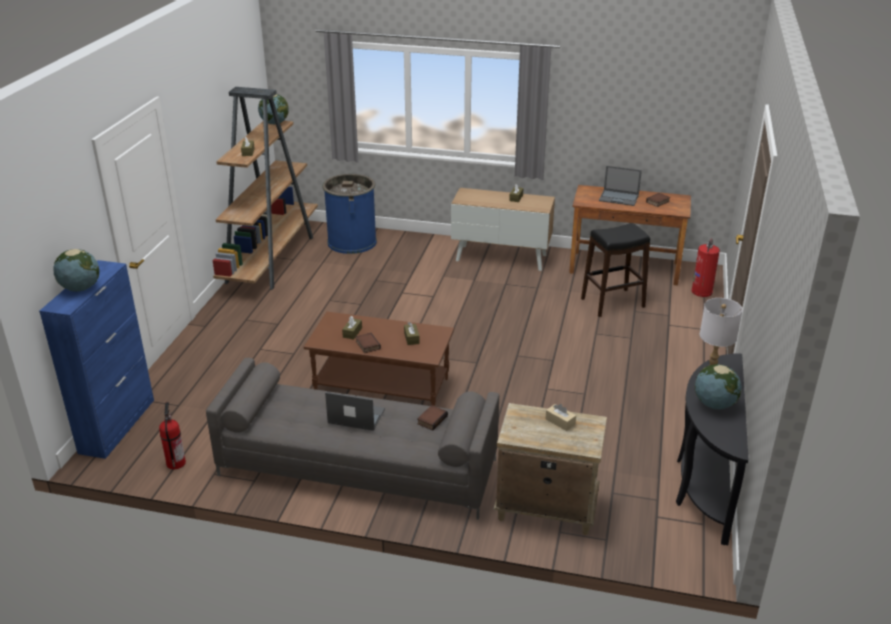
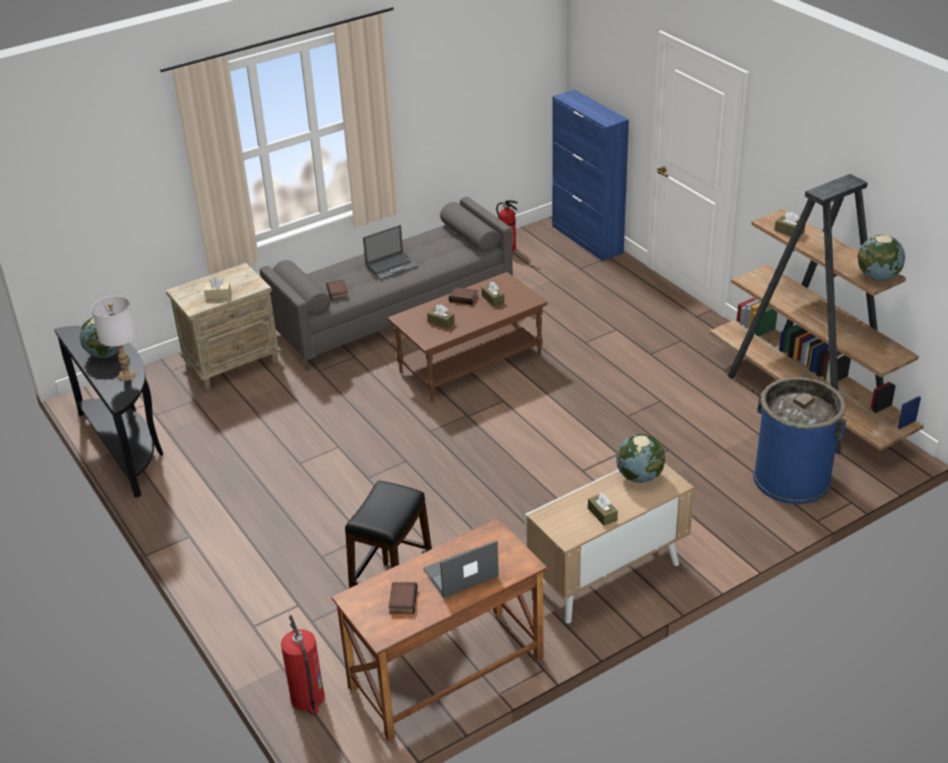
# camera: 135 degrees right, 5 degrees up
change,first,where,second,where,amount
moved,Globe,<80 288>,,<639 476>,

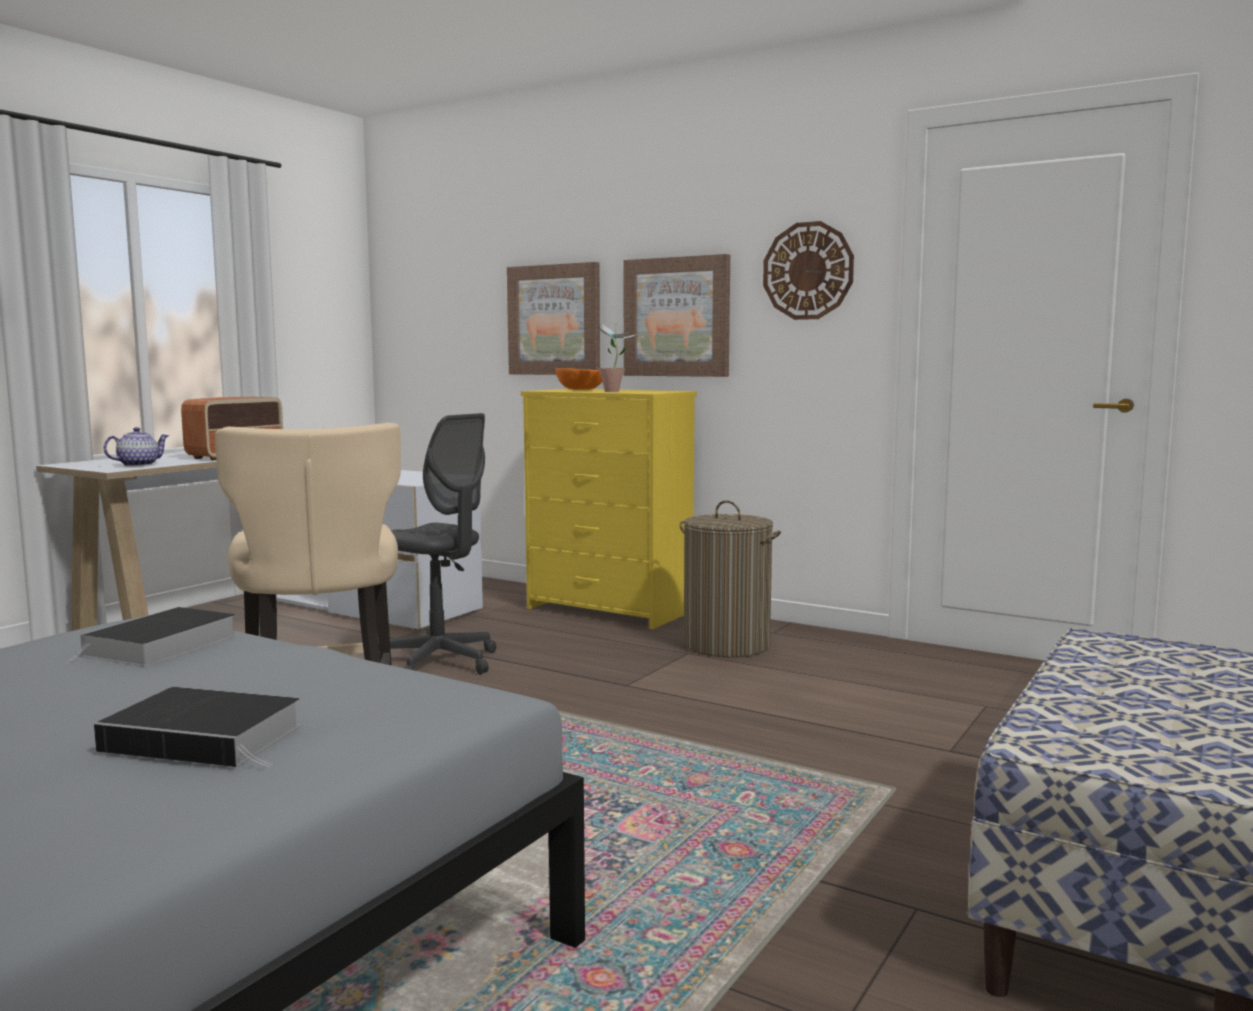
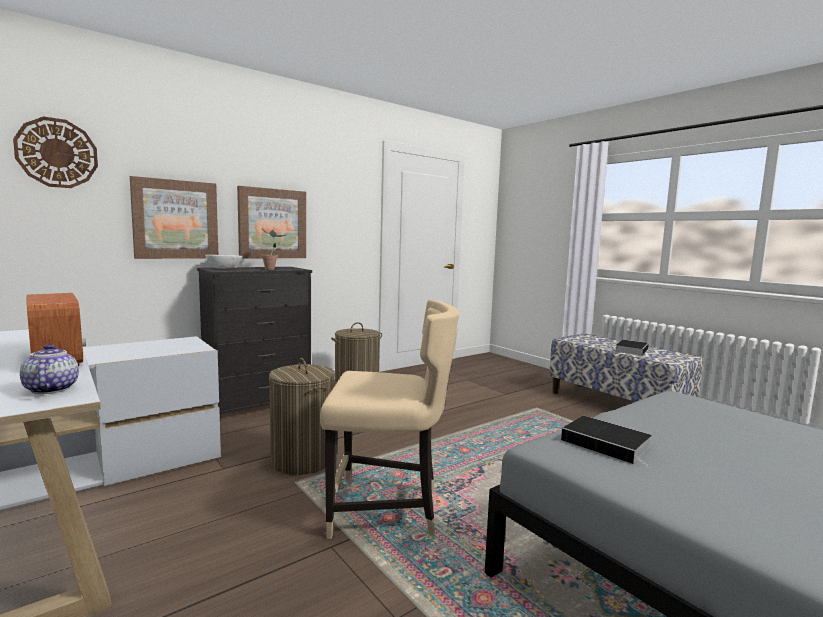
# camera: 70 degrees left, 0 degrees up
change,first,where,second,where,amount
moved,WallClock,<808 271>,,<57 153>,
recoloured,YellowDresser,<610 610>,BlackDresser,<259 403>,
recoloured,OrangeBowl,<581 389>,WhiteBowl,<224 268>,
replaced,GreyOfficeChair,<440 662>,LaundryBasket,<302 460>,
moved,Book,<208 738>,,<631 350>,

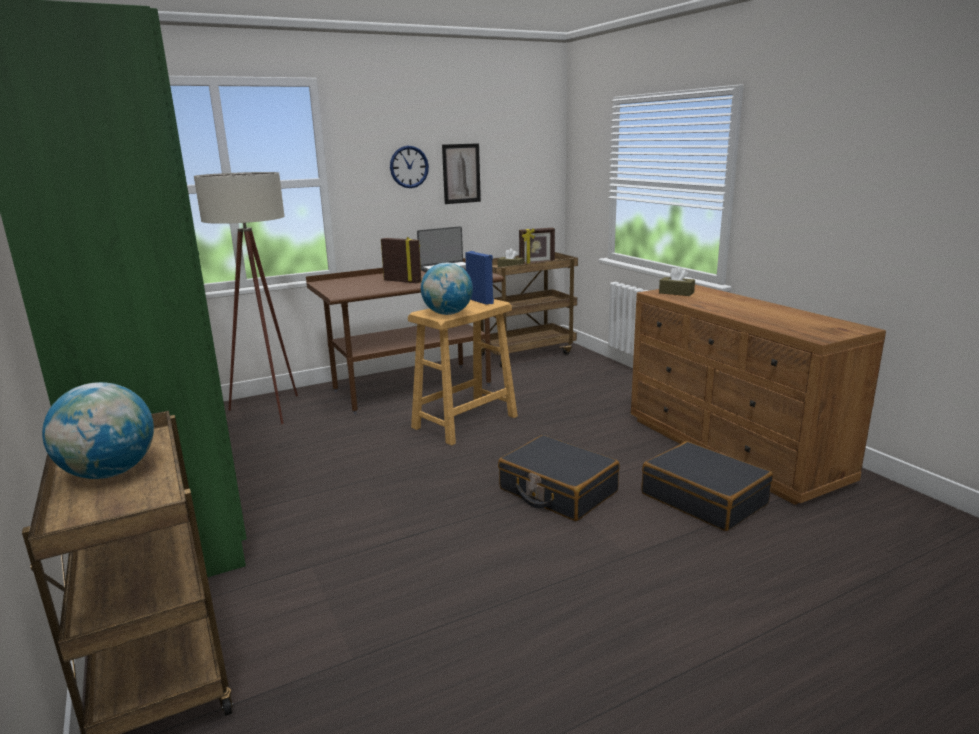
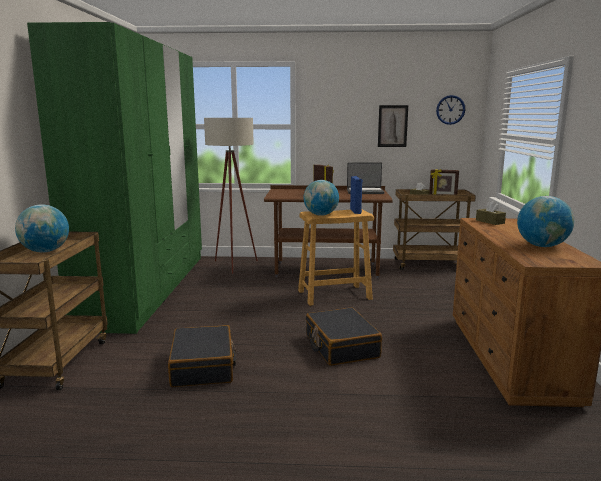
# camera: 30 degrees right, 5 degrees down
change,first,where,second,where,amount
moved,BlackSuitcase,<704 499>,,<203 366>,
moved,WallClock,<409 167>,,<450 110>,
added,,,Globe,<542 246>,

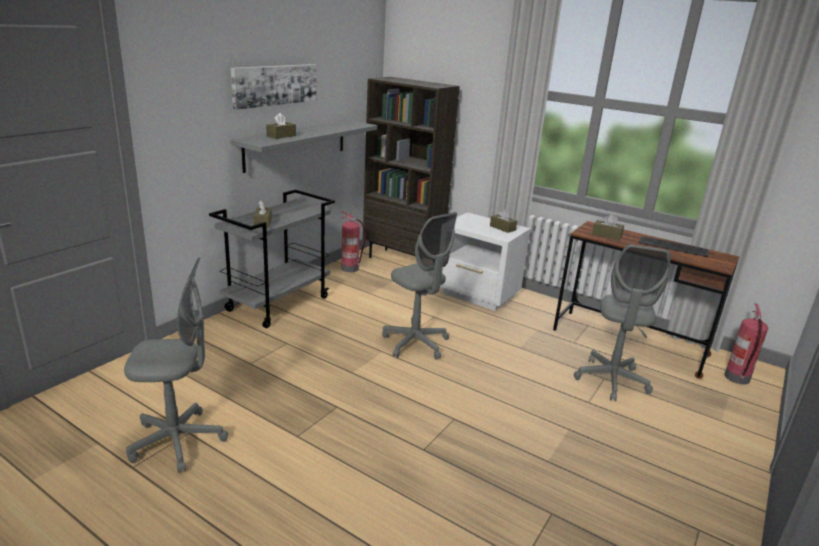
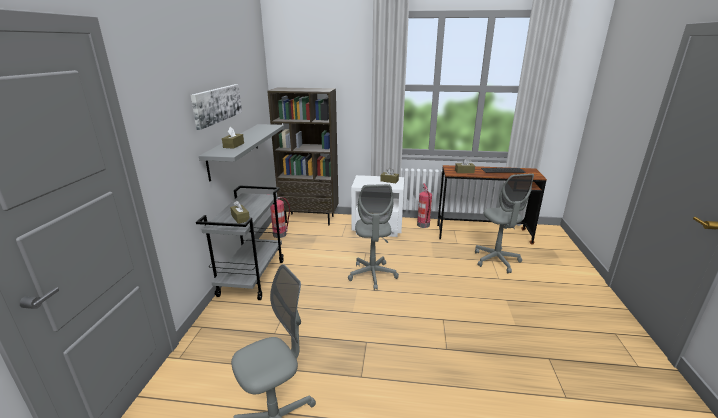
# camera: 25 degrees left, 0 degrees up
change,first,where,second,where,amount
turned,GreyOfficeChair,<415 343>,,<372 275>,60 degrees clockwise
moved,FireExtinguisher,<737 378>,,<423 225>,

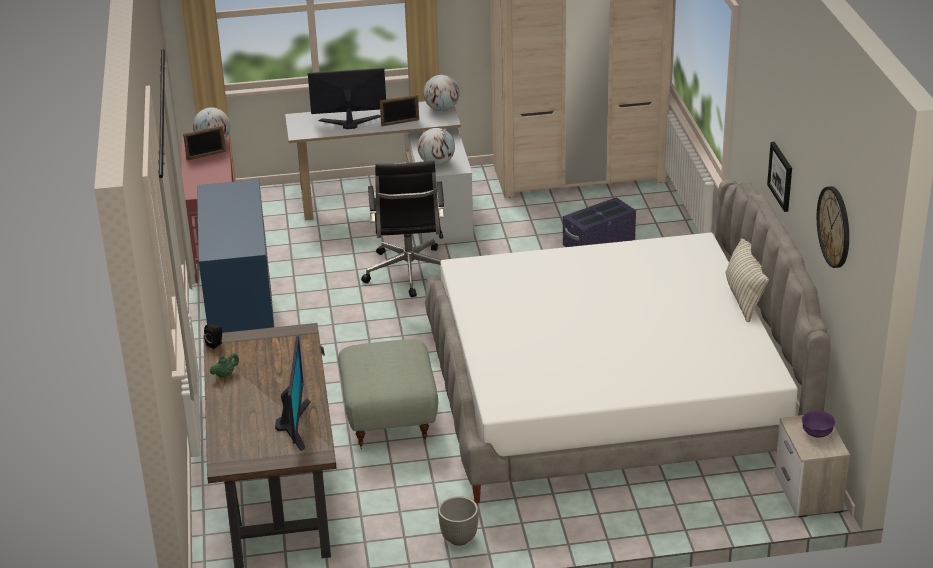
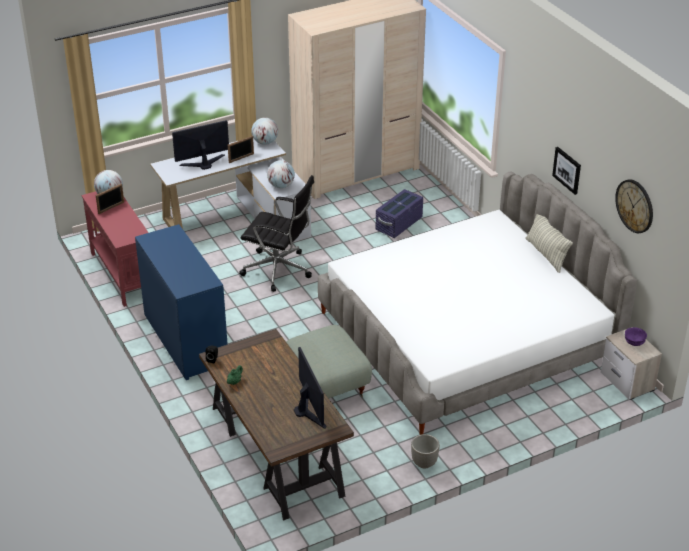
# camera: 20 degrees left, 5 degrees up
change,first,where,second,where,amount
turned,BlackOfficeChair,<409 273>,,<279 270>,45 degrees counterclockwise

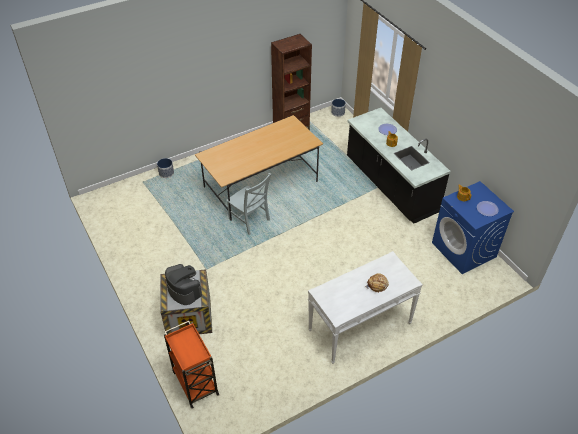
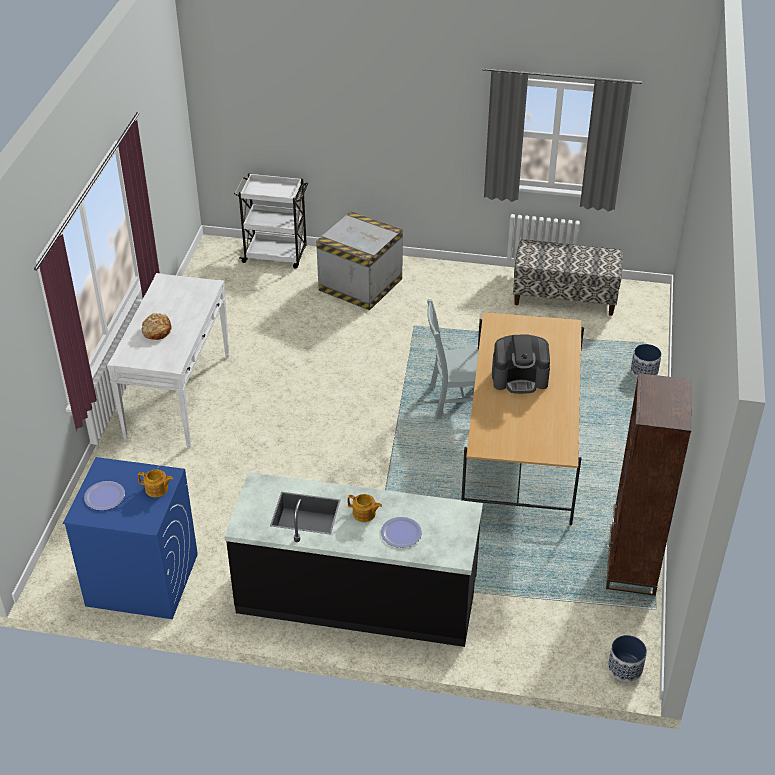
# camera: 130 degrees right, 5 degrees down
change,first,where,second,where,amount
recoloured,OrangeCart,<195 382>,WhiteCart,<276 255>,
moved,CoffeeMachine,<184 290>,,<520 378>,
added,,,Bench,<565 297>,

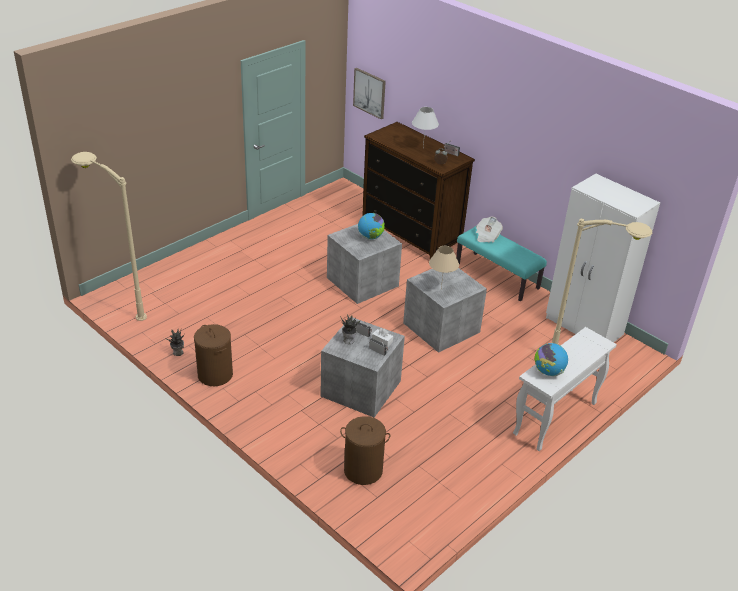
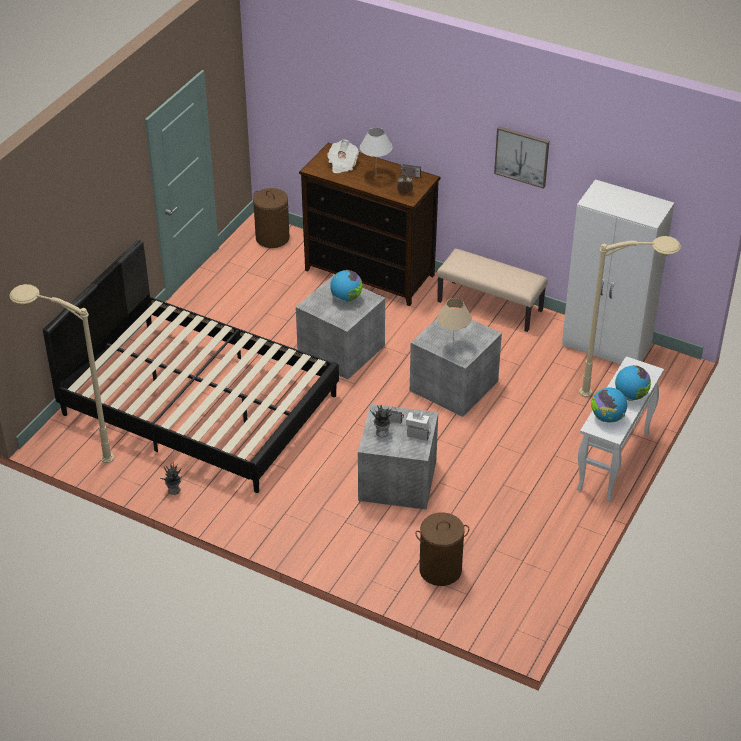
# camera: 15 degrees left, 5 degrees up
change,first,where,second,where,amount
added,,,BlackBed,<199 404>,
moved,BrownLaundryBasket,<215 375>,,<272 238>,
moved,Newspaper,<487 236>,,<342 164>,
recoloured,TurquoiseBench,<497 276>,BeigeBench,<490 306>,
moved,Picture,<369 93>,,<522 156>,
added,,,Globe,<630 396>,

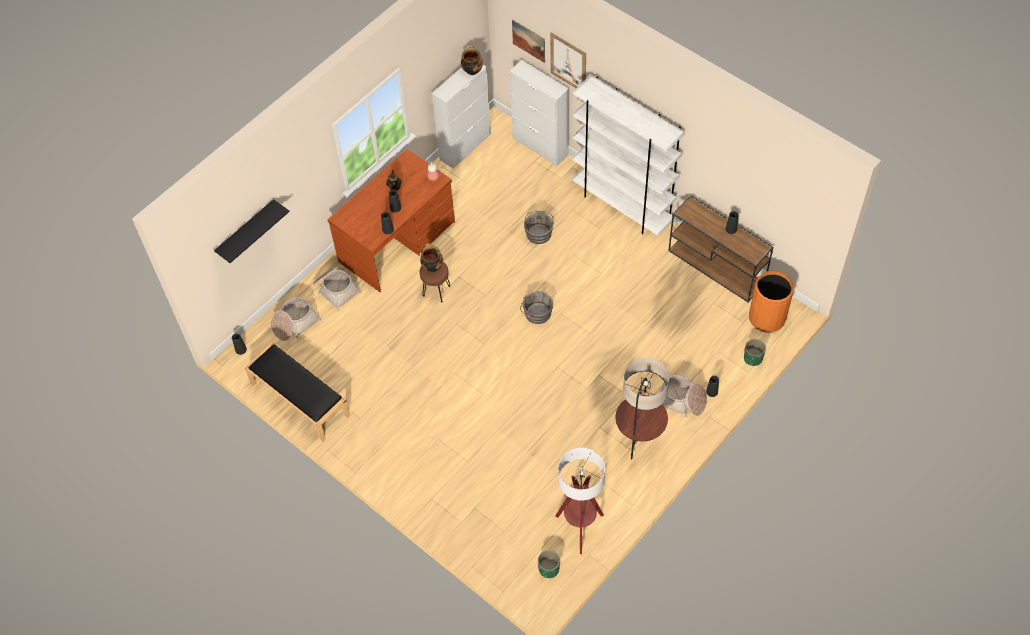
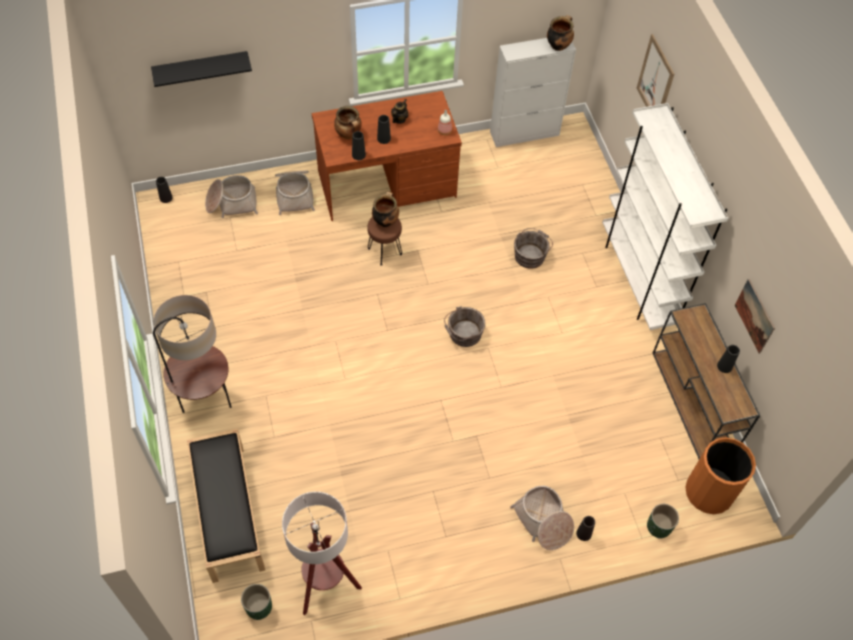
# camera: 30 degrees right, 0 degrees up
change,first,where,second,where,amount
moved,FloorLamp,<639 442>,,<206 401>,
moved,BlackBench,<299 399>,,<227 511>,
added,,,CookingPot,<349 135>,
moved,Picture,<528 41>,,<754 316>,
removed,WhiteCabinet,<540 146>,,,

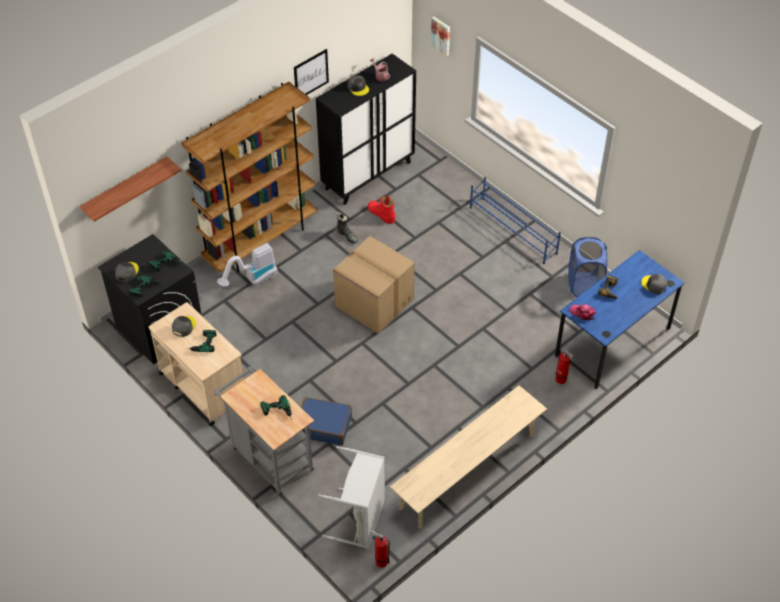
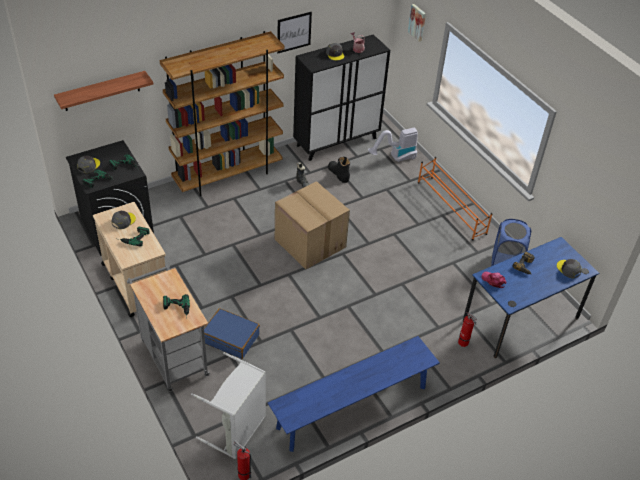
# camera: 10 degrees right, 5 degrees down
change,first,where,second,where,amount
recoloured,BeigeBench,<468 471>,BlueBench,<352 407>,
recoloured,RedBoot,<381 214>,BlackBoot,<338 174>,
moved,VacuumCleaner,<252 280>,,<395 158>,
recoloured,BlueShoeRack,<513 230>,OrangeShoeRack,<451 208>,

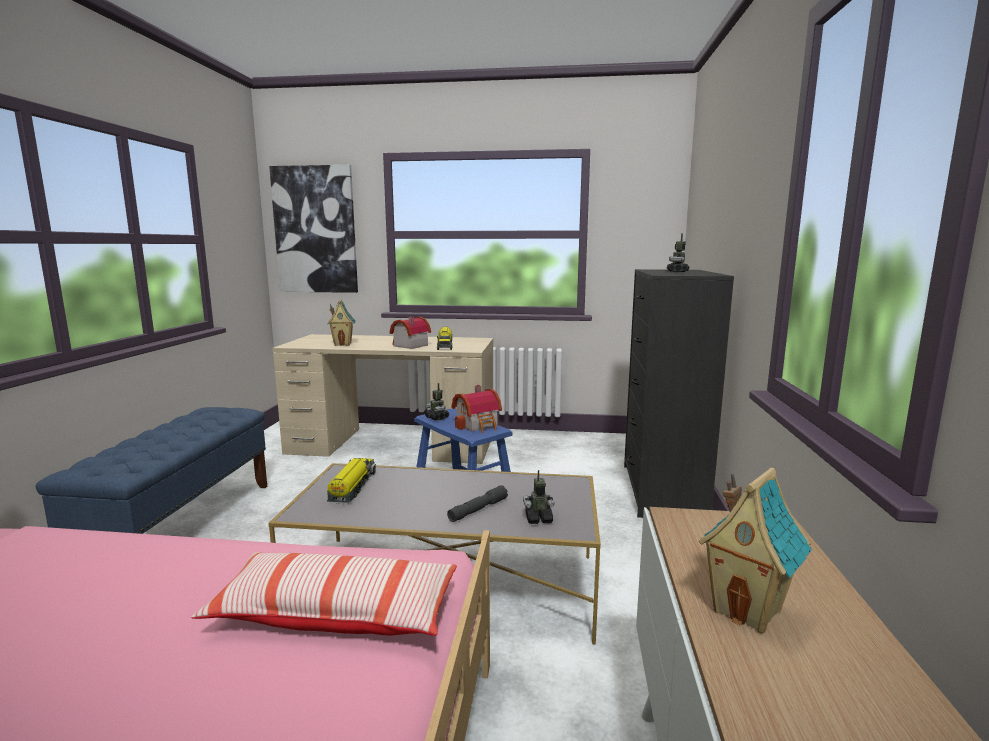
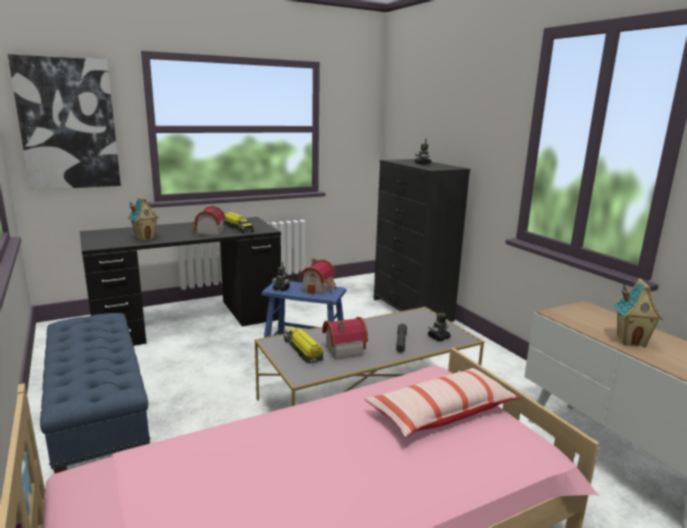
# camera: 35 degrees left, 5 degrees up
change,first,where,second,where,amount
recoloured,BeigeDesk,<393 444>,BlackDesk,<189 320>,
added,,,ToyHouse,<342 349>,

